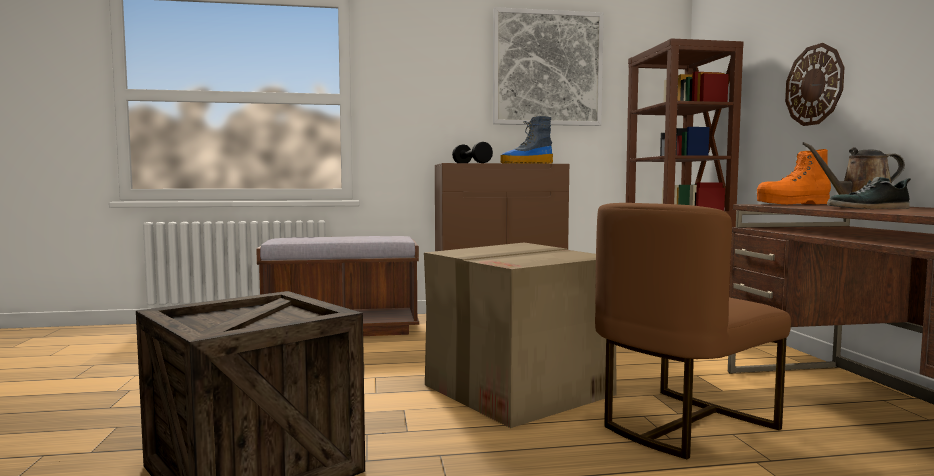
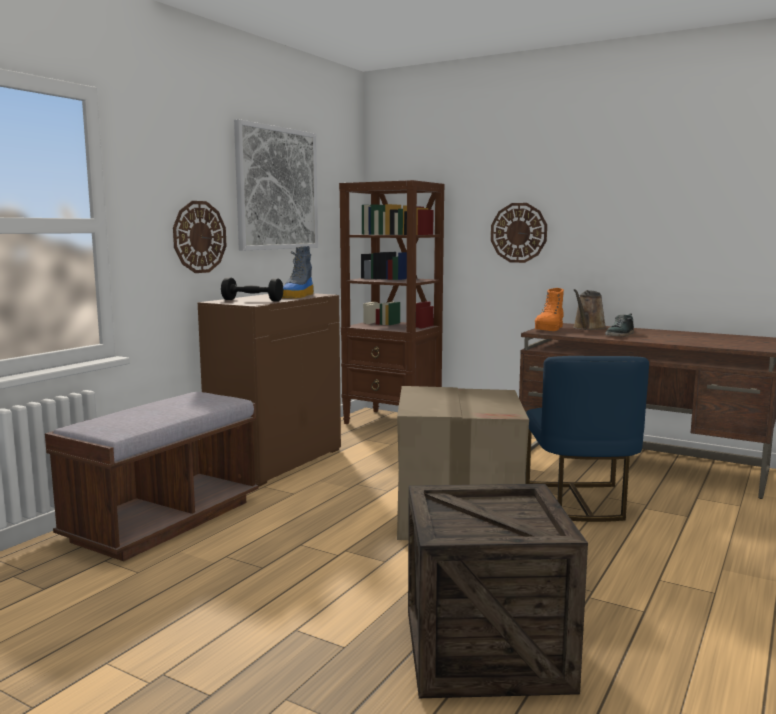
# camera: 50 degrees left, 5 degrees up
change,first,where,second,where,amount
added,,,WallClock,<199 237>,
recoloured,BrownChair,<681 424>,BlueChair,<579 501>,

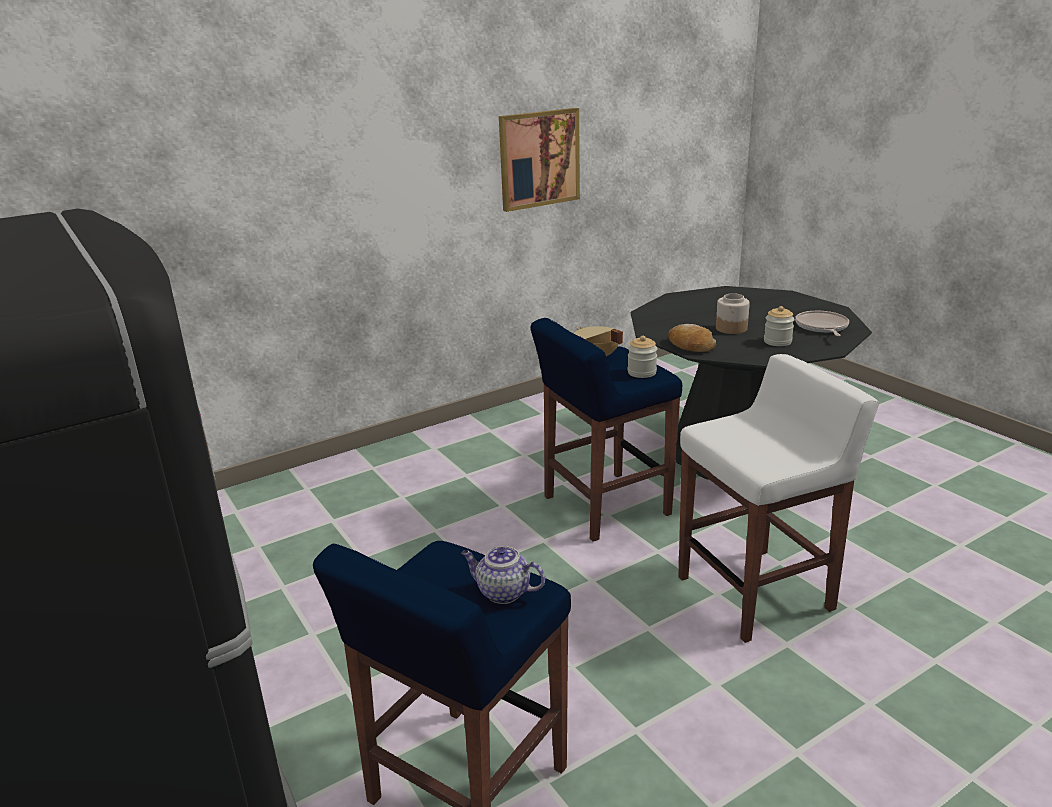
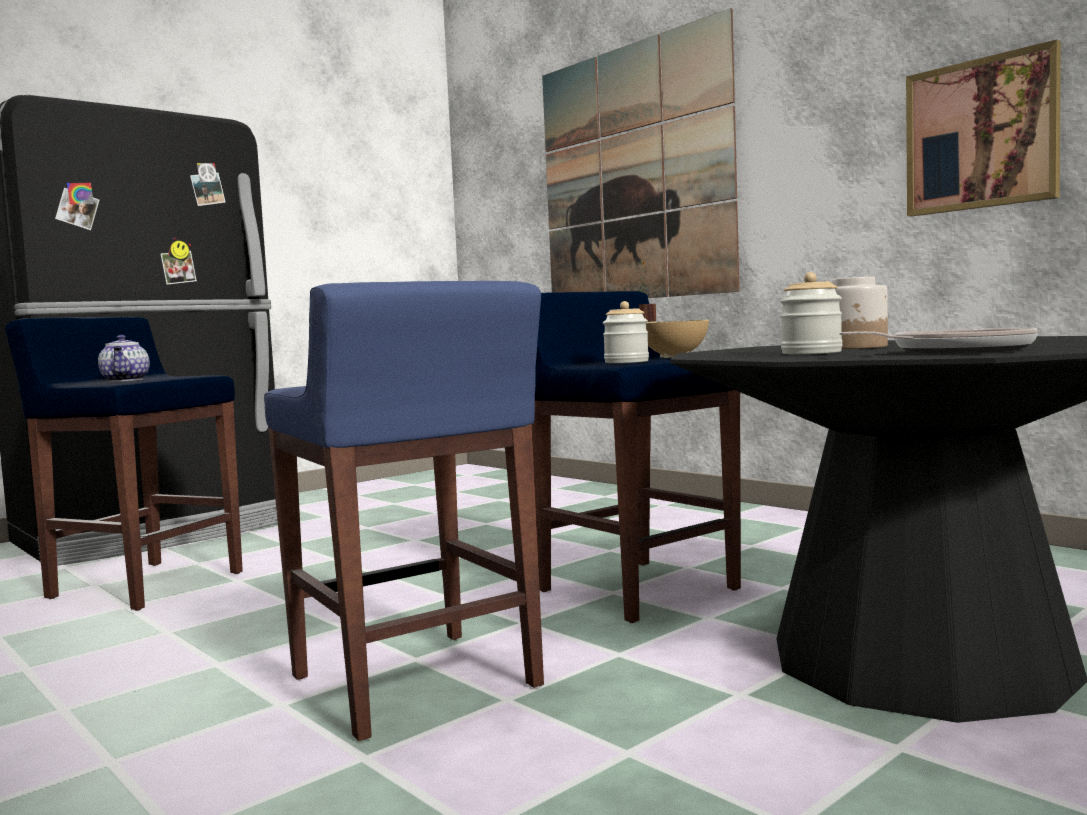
# camera: 80 degrees right, 20 degrees down
change,first,where,second,where,amount
turned,Teapot,<502 592>,,<126 380>,150 degrees clockwise
recoloured,WhiteStool,<757 593>,BlueStool,<416 683>,
added,,,Picture,<633 174>,
removed,Bread,<690 346>,,,

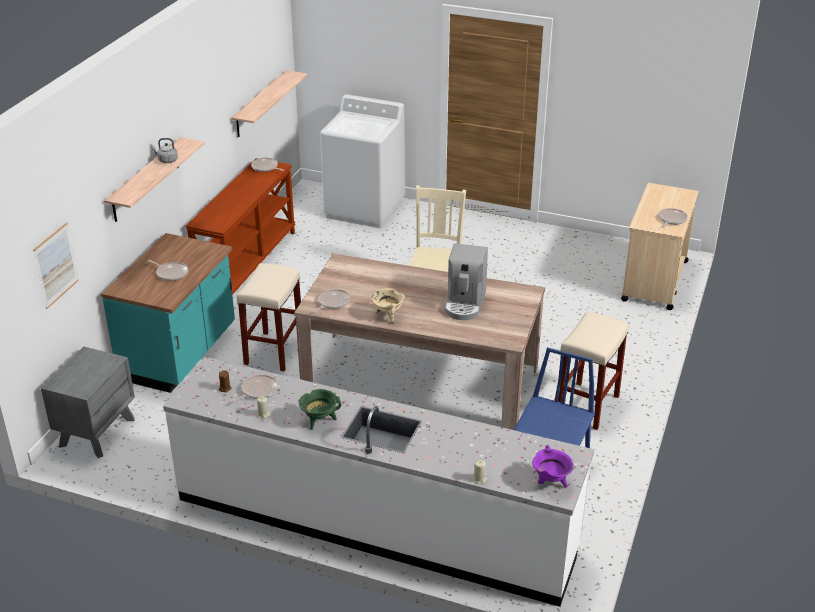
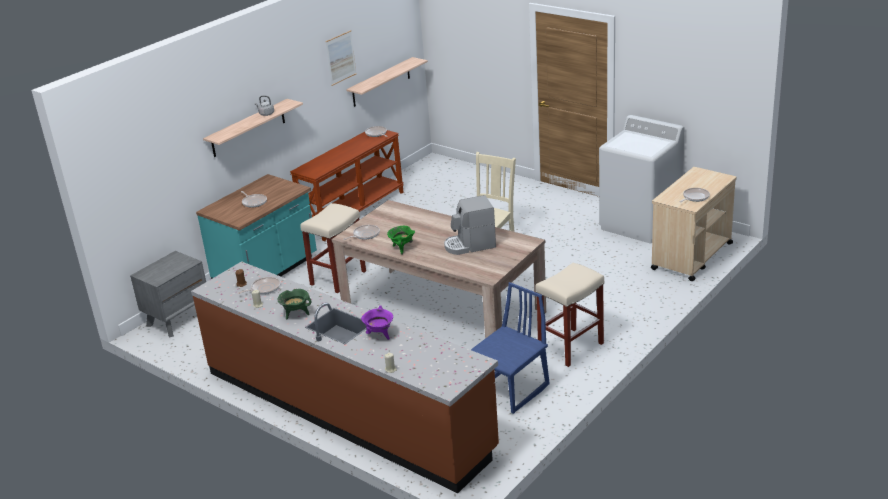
# camera: 20 degrees right, 5 degrees down
change,first,where,second,where,amount
recoloured,WhiteCounter,<375 522>,BrownCounter,<346 410>,
moved,Picture,<56 265>,,<341 57>,
moved,PurpleCookingPot,<551 482>,,<379 335>,
recoloured,BeigeCookingPot,<388 316>,GreenCookingPot,<402 248>,
turned,CoffeeMachine,<465 303>,,<470 245>,45 degrees clockwise
moved,WhiteWashingMachine,<365 208>,,<640 224>,

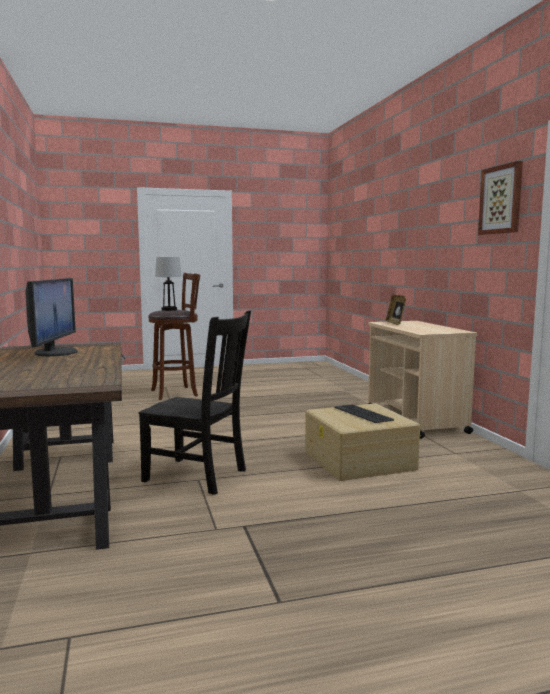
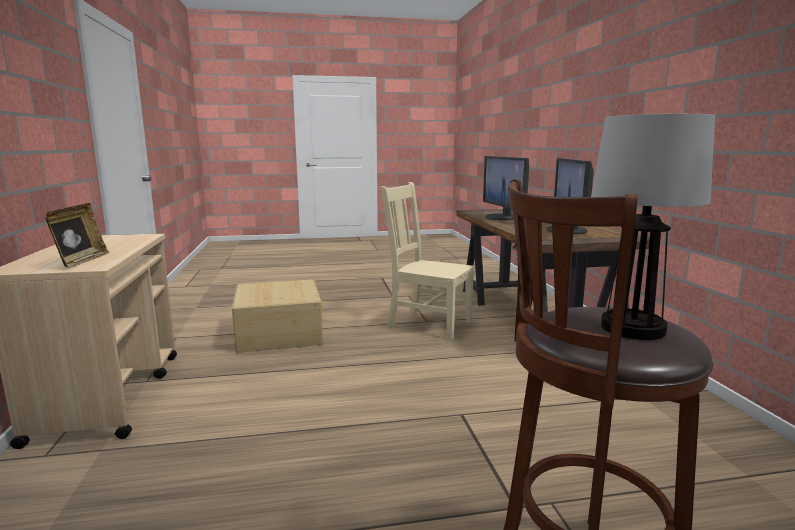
# camera: 175 degrees left, 5 degrees up
change,first,where,second,where,amount
recoloured,BlackChair,<198 476>,BeigeChair,<427 324>,
added,,,Monitor,<503 217>,
removed,Keyboard,<363 414>,,,
removed,Picture,<501 199>,,,

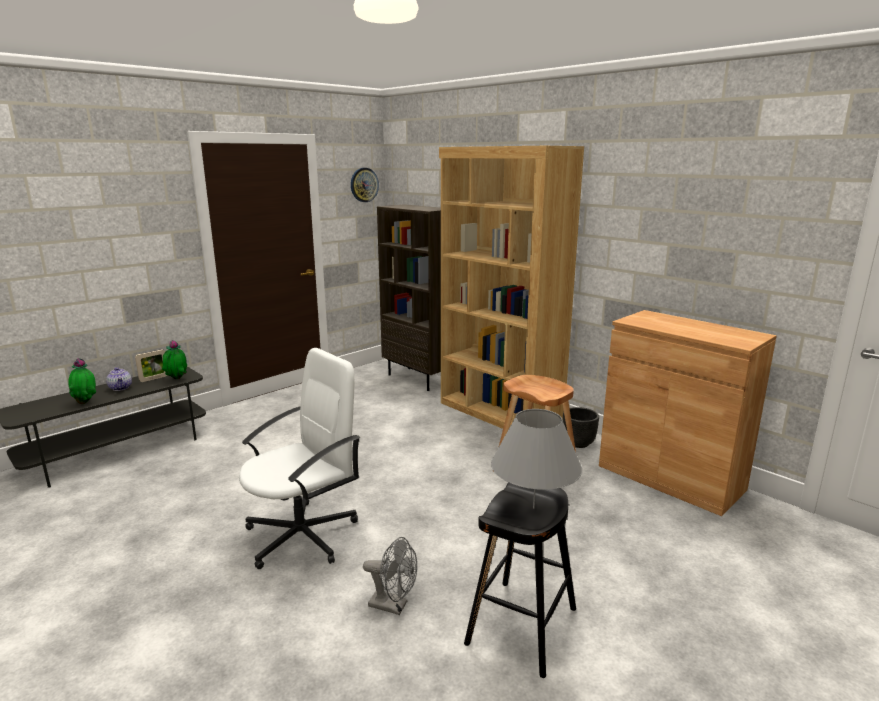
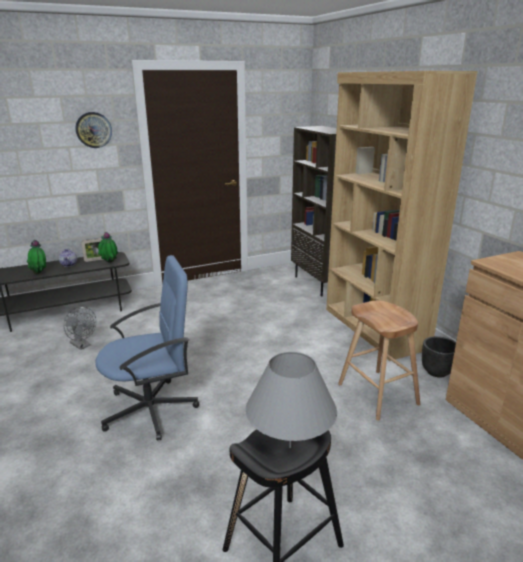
# camera: 20 degrees right, 5 degrees up
change,first,where,second,where,amount
moved,GreyFan,<393 605>,,<82 345>,
moved,WallClock,<364 185>,,<93 130>,
recoloured,WhiteOfficeChair,<303 535>,BlueOfficeChair,<151 409>,

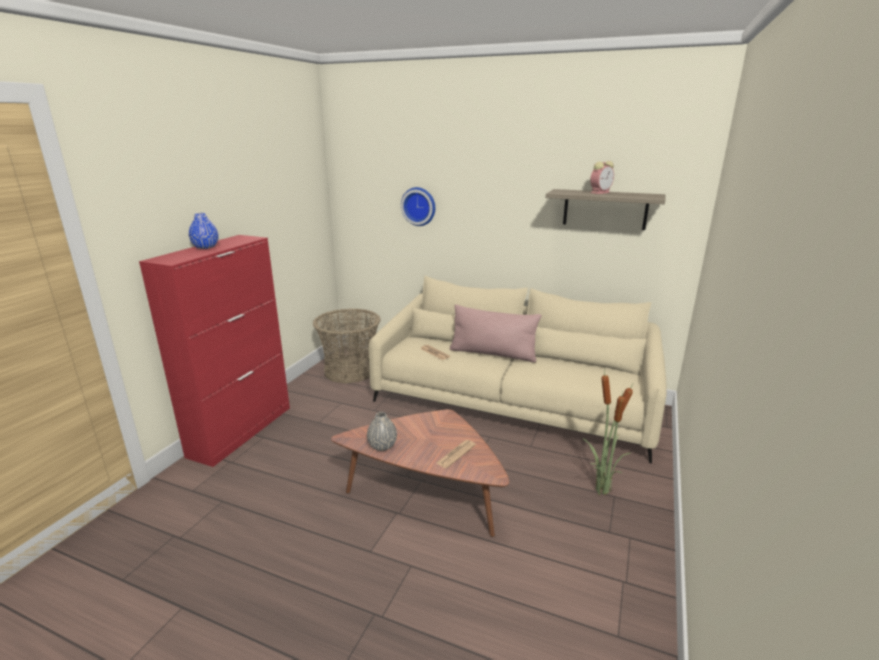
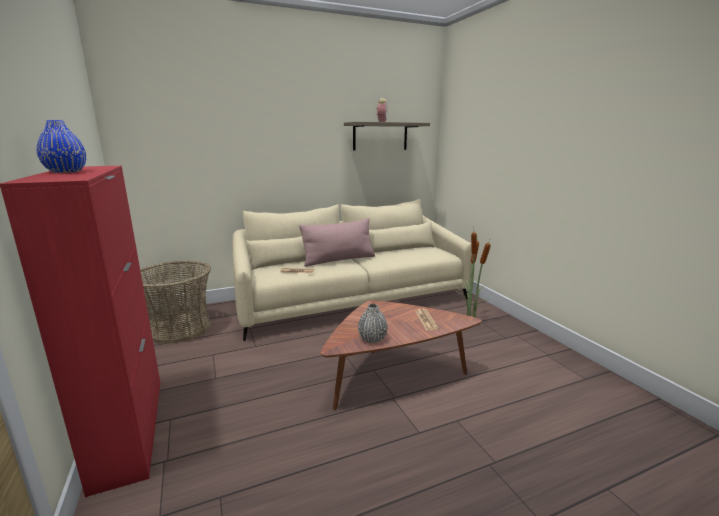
# camera: 45 degrees left, 5 degrees down
change,first,where,second,where,amount
removed,WallClock,<419 206>,,,

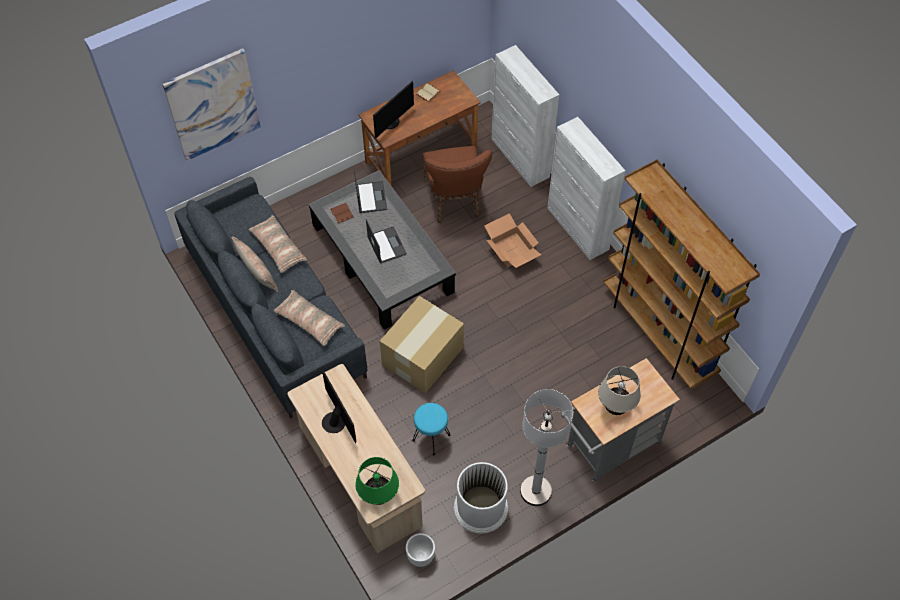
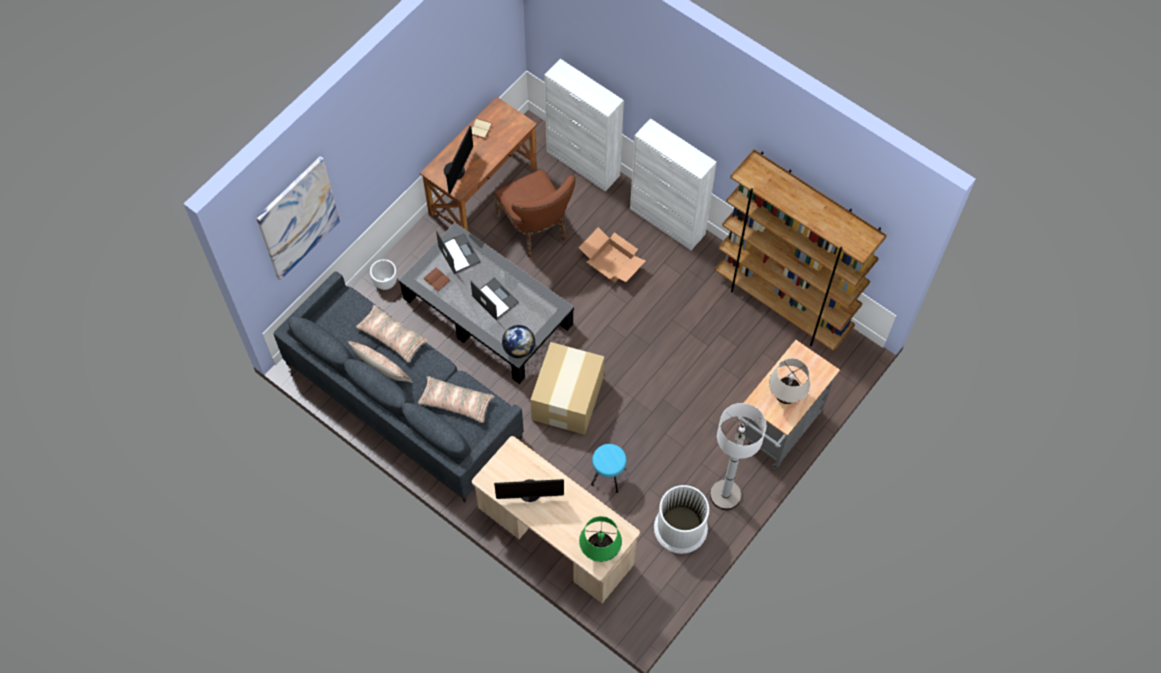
# camera: 20 degrees left, 5 degrees up
change,first,where,second,where,amount
moved,WhitePlanter,<421 556>,,<385 282>,
turned,Monitor,<336 421>,,<530 493>,135 degrees clockwise
added,,,Globe,<519 348>,

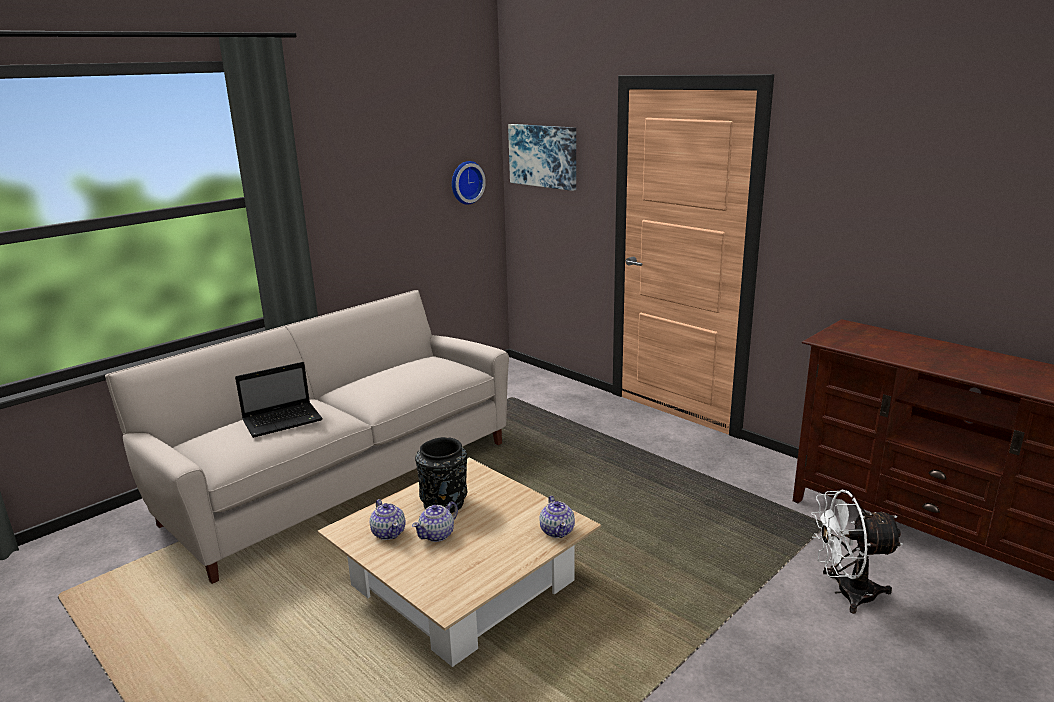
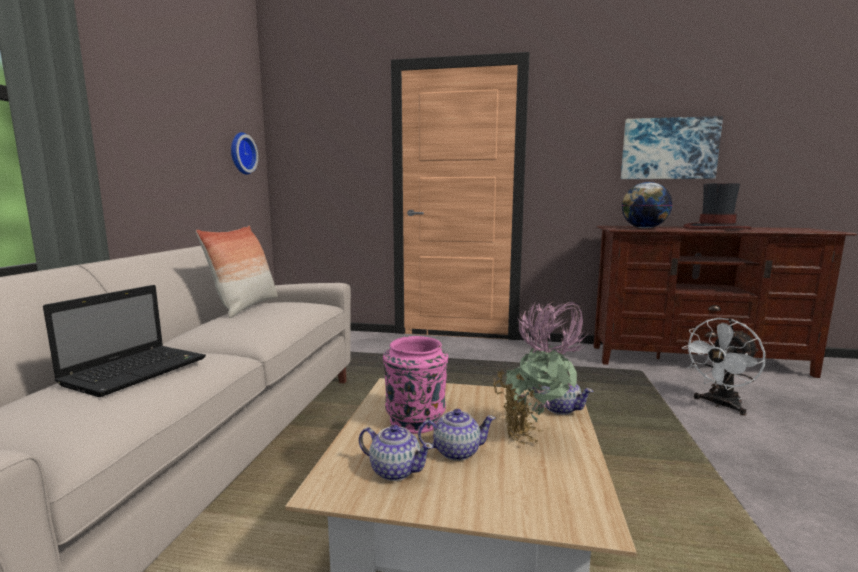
# camera: 35 degrees left, 10 degrees down
change,first,where,second,where,amount
added,,,Pillow,<246 307>,
recoloured,BlackVase,<444 503>,PinkVase,<415 420>,
turned,Teapot,<437 535>,,<456 451>,105 degrees counterclockwise
added,,,PottedPlant,<536 436>,
moved,Picture,<543 156>,,<668 149>,
added,,,Globe,<644 228>,
added,,,Hat,<715 228>,

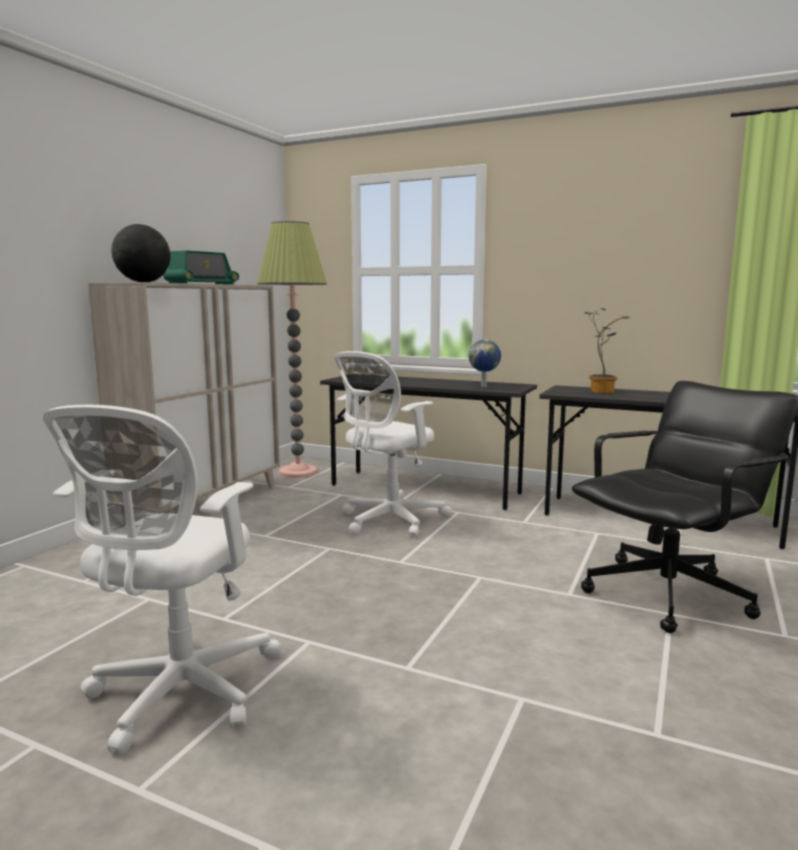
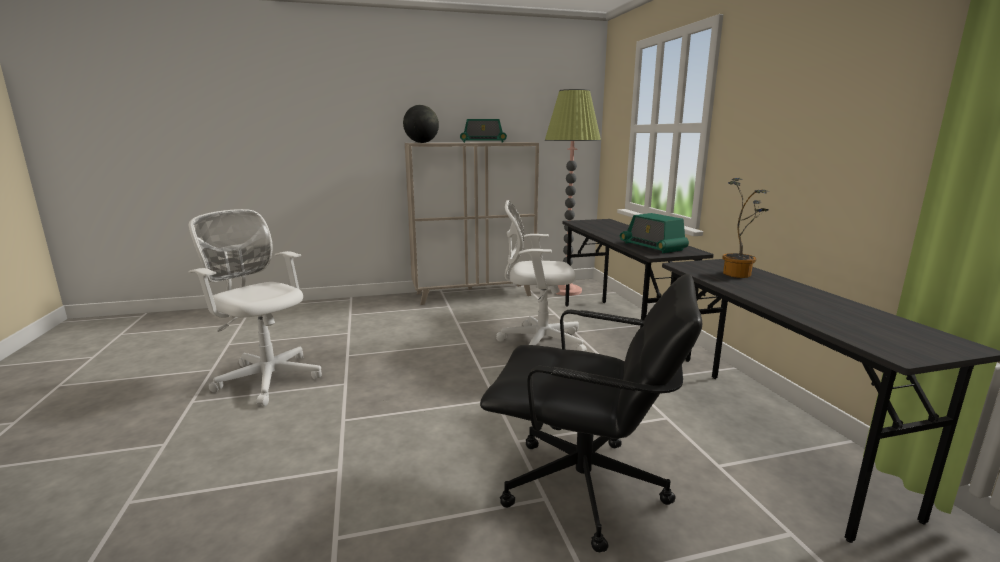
# camera: 50 degrees right, 5 degrees up
change,first,where,second,where,amount
turned,WhiteOfficeChair,<178 695>,,<267 377>,60 degrees clockwise
replaced,Globe,<484 386>,Radio,<652 246>,

